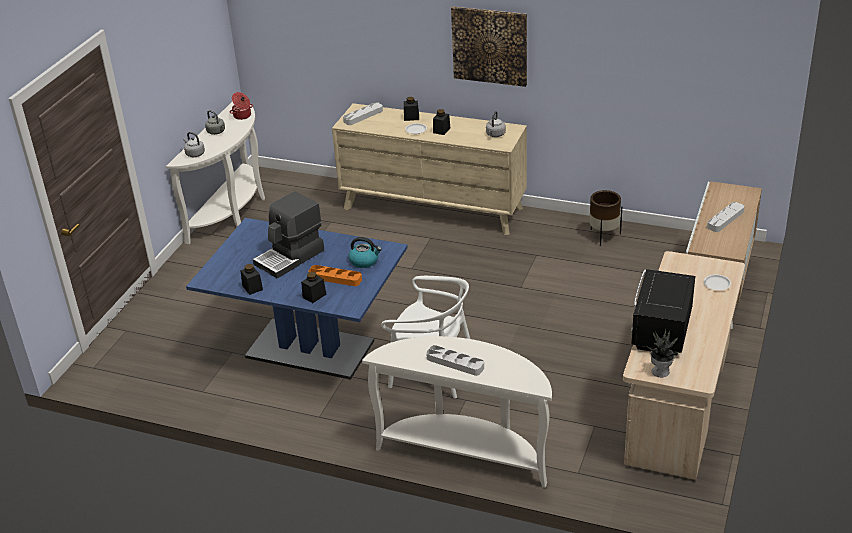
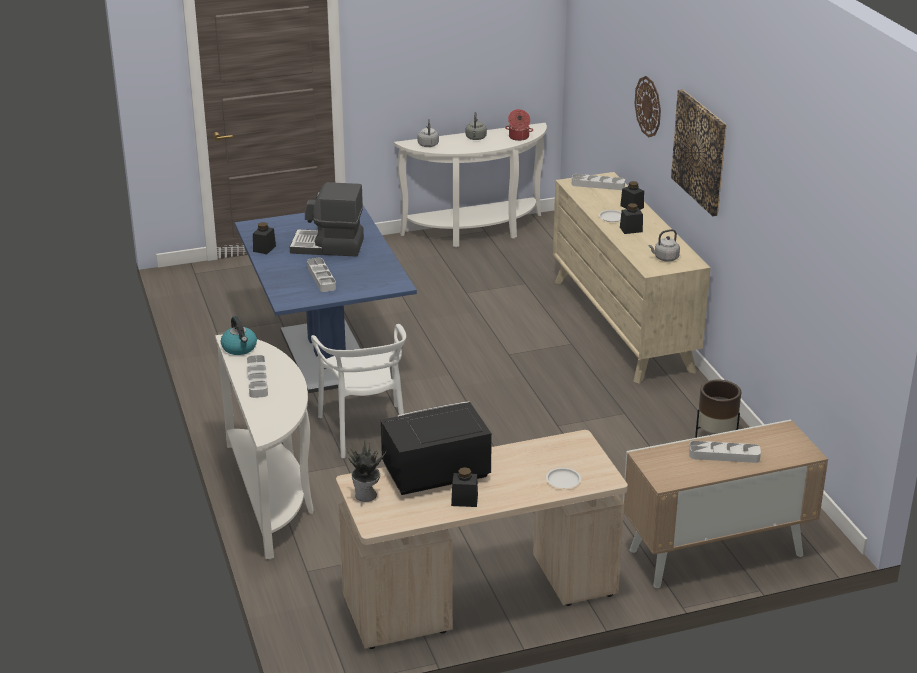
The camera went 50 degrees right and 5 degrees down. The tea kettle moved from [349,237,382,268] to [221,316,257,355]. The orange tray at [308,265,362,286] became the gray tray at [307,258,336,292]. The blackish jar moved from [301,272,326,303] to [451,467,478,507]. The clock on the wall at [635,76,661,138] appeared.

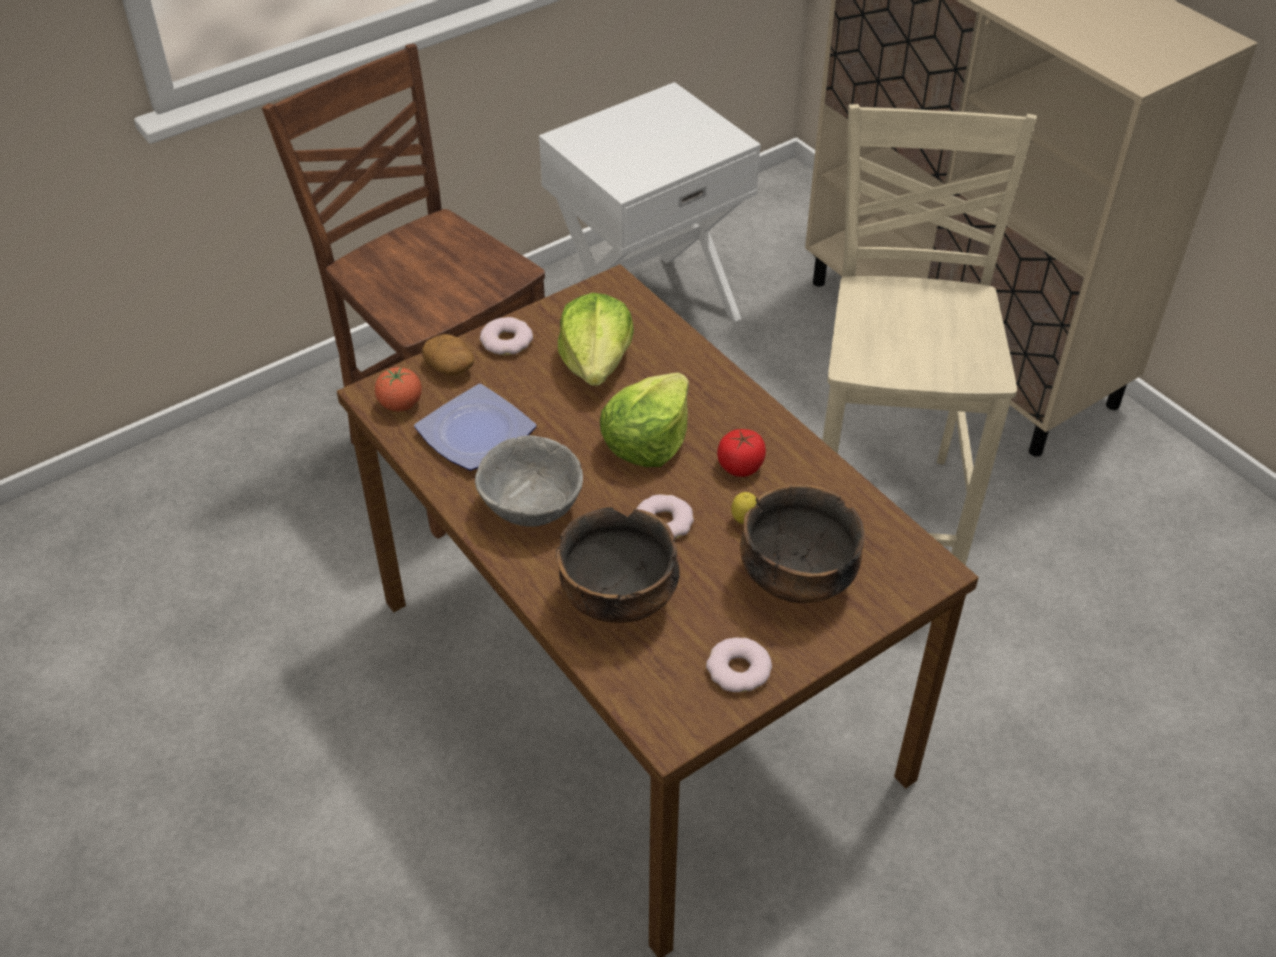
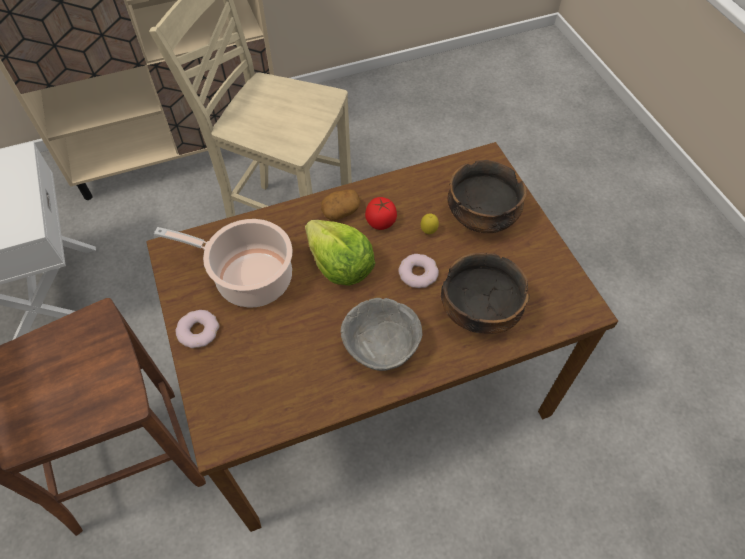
The camera went 75 degrees left and 10 degrees up. The lettuce head at [558,293,634,386] was replaced by the saucepot at [154,219,292,308]. The spud moved from [422,334,474,376] to [321,189,360,221]. The fresh tomato at [375,367,422,412] disappeared. The dinner plate at [414,384,536,470] disappeared. The ring doughnut at [706,638,772,692] disappeared.

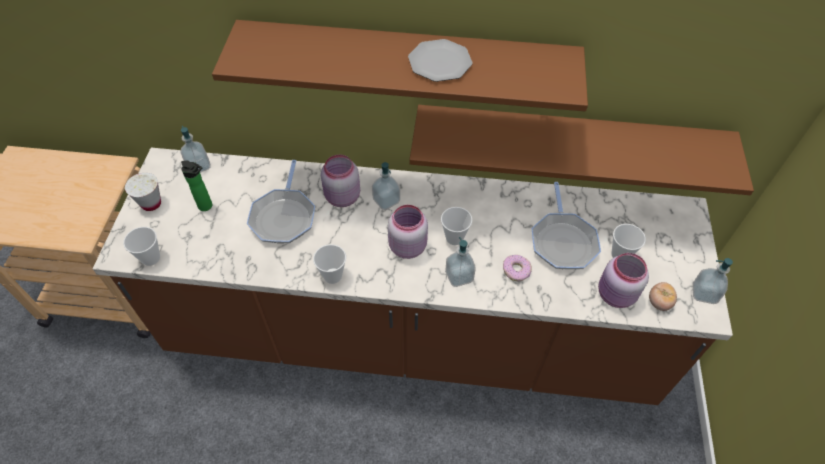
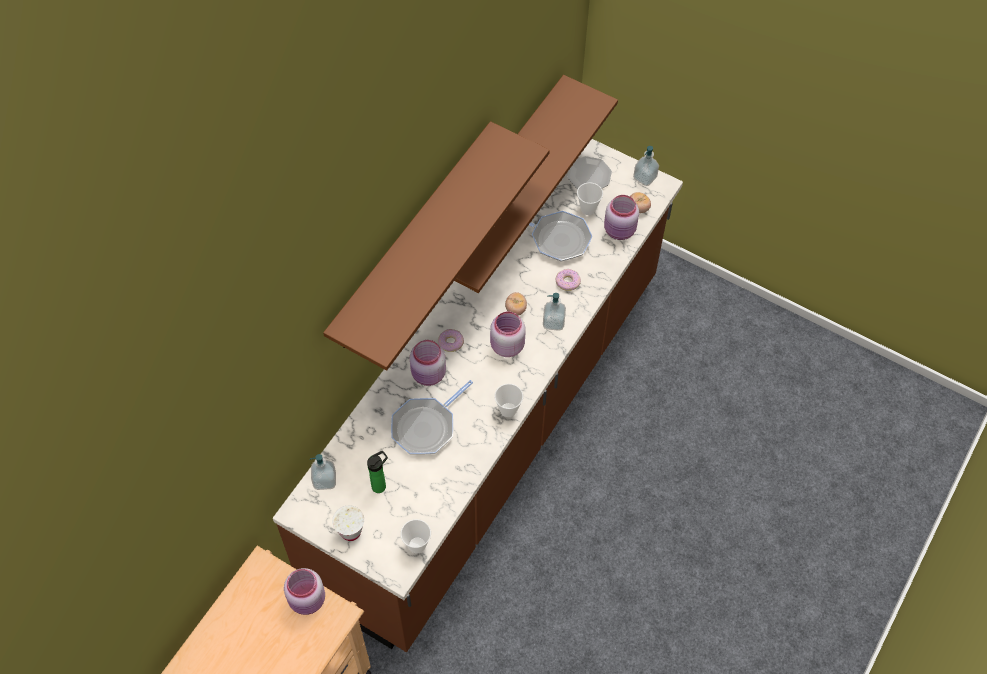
The camera went 65 degrees left and 5 degrees up. The dinner plate moved from [408,39,473,82] to [567,156,612,189]. The skillet at [247,160,315,243] turned 105 degrees clockwise. The soap bottle at [372,162,400,210] was replaced by the ring doughnut at [438,329,464,352]. The cup at [441,207,472,245] was replaced by the fresh tomato at [505,292,527,316]. The pink-coloured jar at [284,568,325,615] appeared.

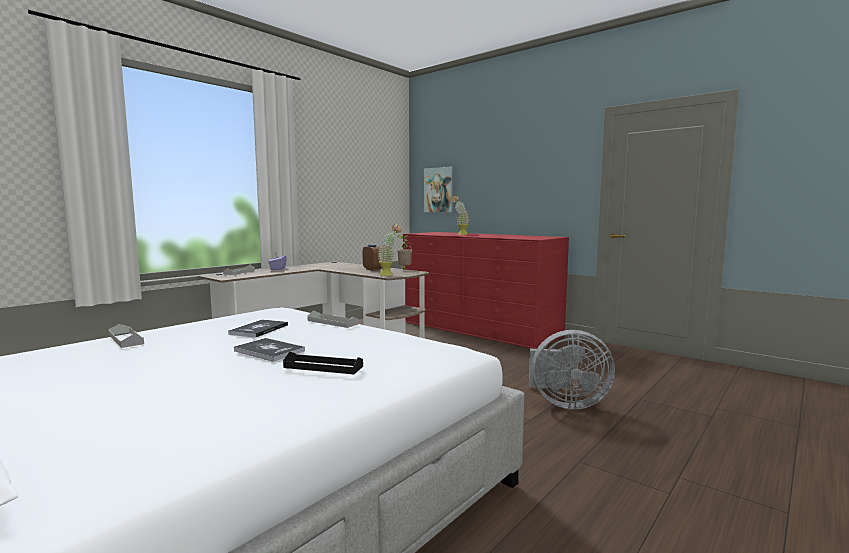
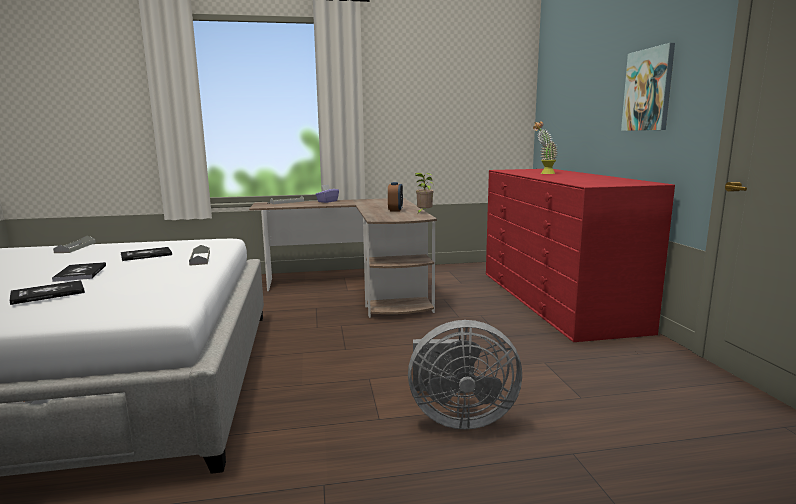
The camera went 40 degrees right and 5 degrees up. The picture moved from [424,167,453,212] to [621,43,675,131]. The plant in a pot at [378,224,401,276] disappeared. The gray electric fan at [529,330,615,409] turned 45 degrees counterclockwise. The blackish tray at [283,352,363,374] was replaced by the volume at [10,280,85,305].

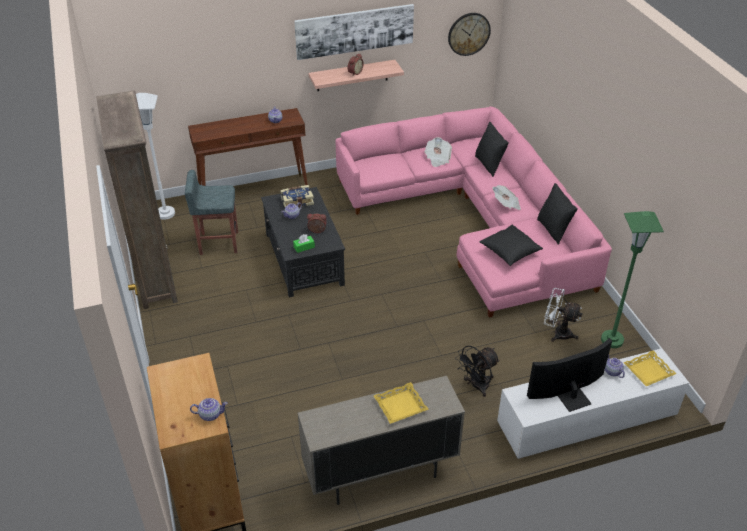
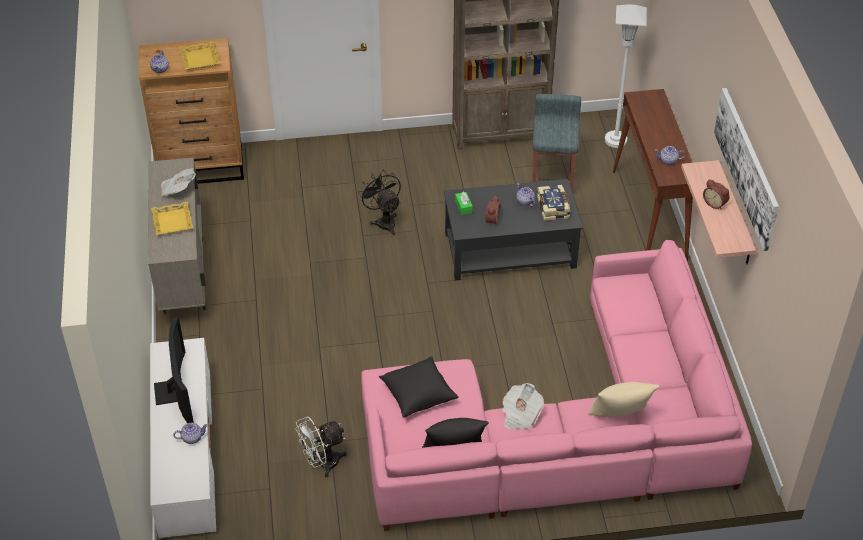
The camera went 100 degrees right and 5 degrees up. The clock on the wall at [448,13,491,56] disappeared. The blackish pillow at [475,122,509,177] became the beige-coloured pillow at [588,382,659,417]. The newspaper moved from [425,137,452,167] to [161,168,195,196]. The green-coloured standard lamp at [601,211,664,348] disappeared. The white electric fan at [544,288,583,342] turned 150 degrees counterclockwise. The blackish electric fan moved from [455,346,500,397] to [358,171,401,235]. The yellow tray moved from [623,350,677,386] to [179,41,220,70].

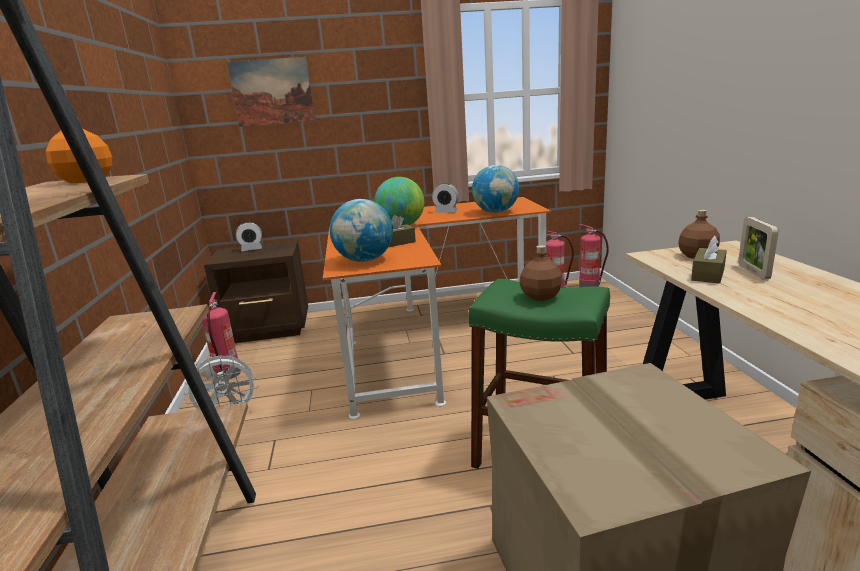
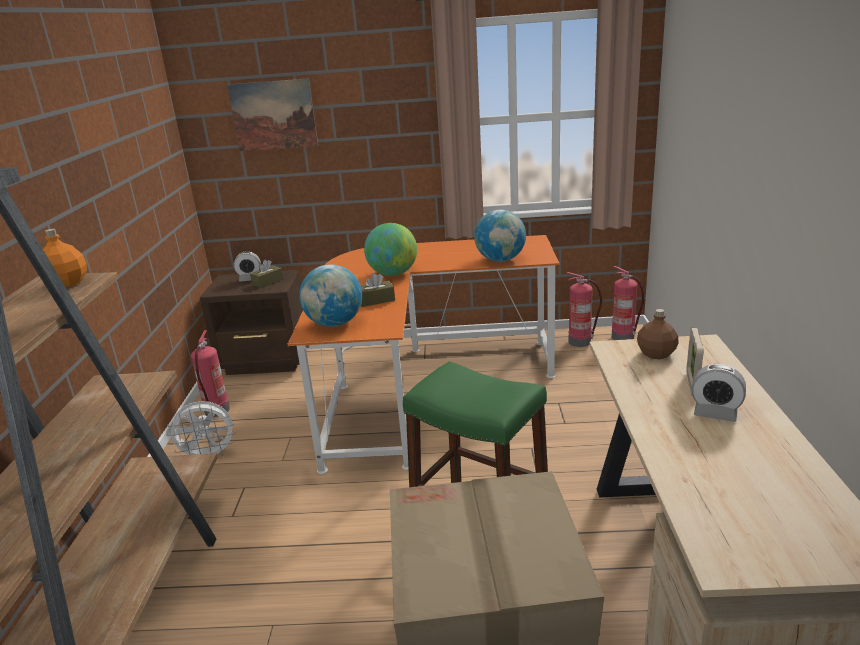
The camera went 10 degrees right and 5 degrees up. The alarm clock moved from [432,183,459,213] to [692,364,746,422]. The brown tissue holder moved from [691,236,727,284] to [250,260,283,288]. The brown drink bottle at [520,245,562,301] disappeared.

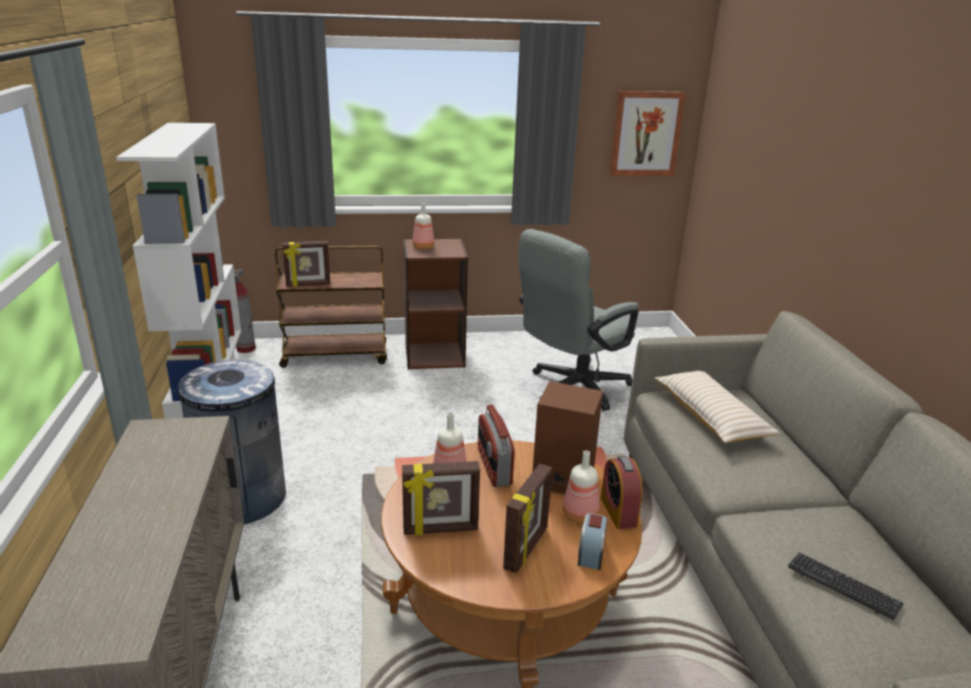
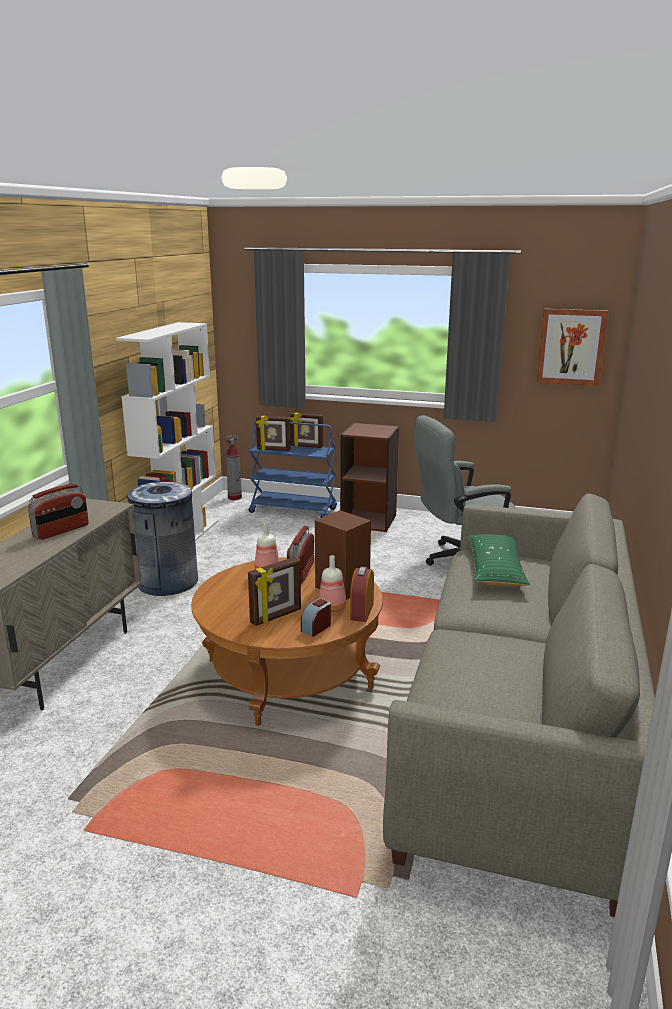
The camera went 25 degrees right and 5 degrees down. The drink bottle at [412,203,434,250] disappeared. The brown trolley at [275,246,387,368] became the blue trolley at [249,420,337,518]. The beige-coloured pillow at [655,371,780,443] became the green-coloured pillow at [467,534,530,587]. The photo frame moved from [402,461,480,535] to [290,412,323,448]. The computer keyboard at [788,553,904,620] disappeared. The radio at [28,484,89,540] appeared.

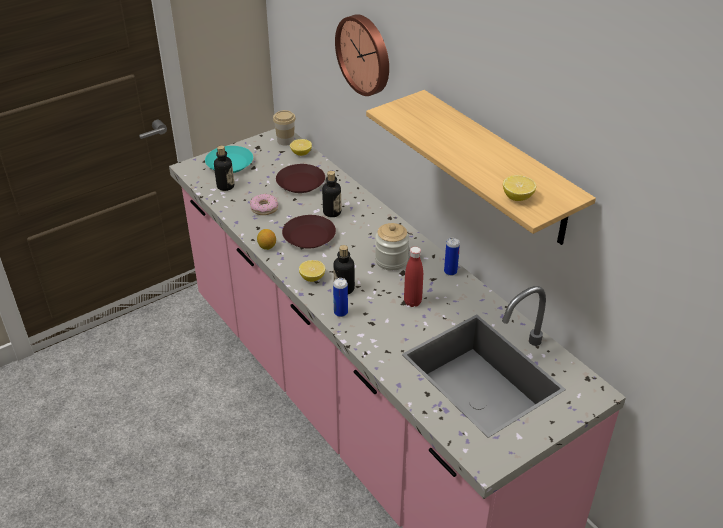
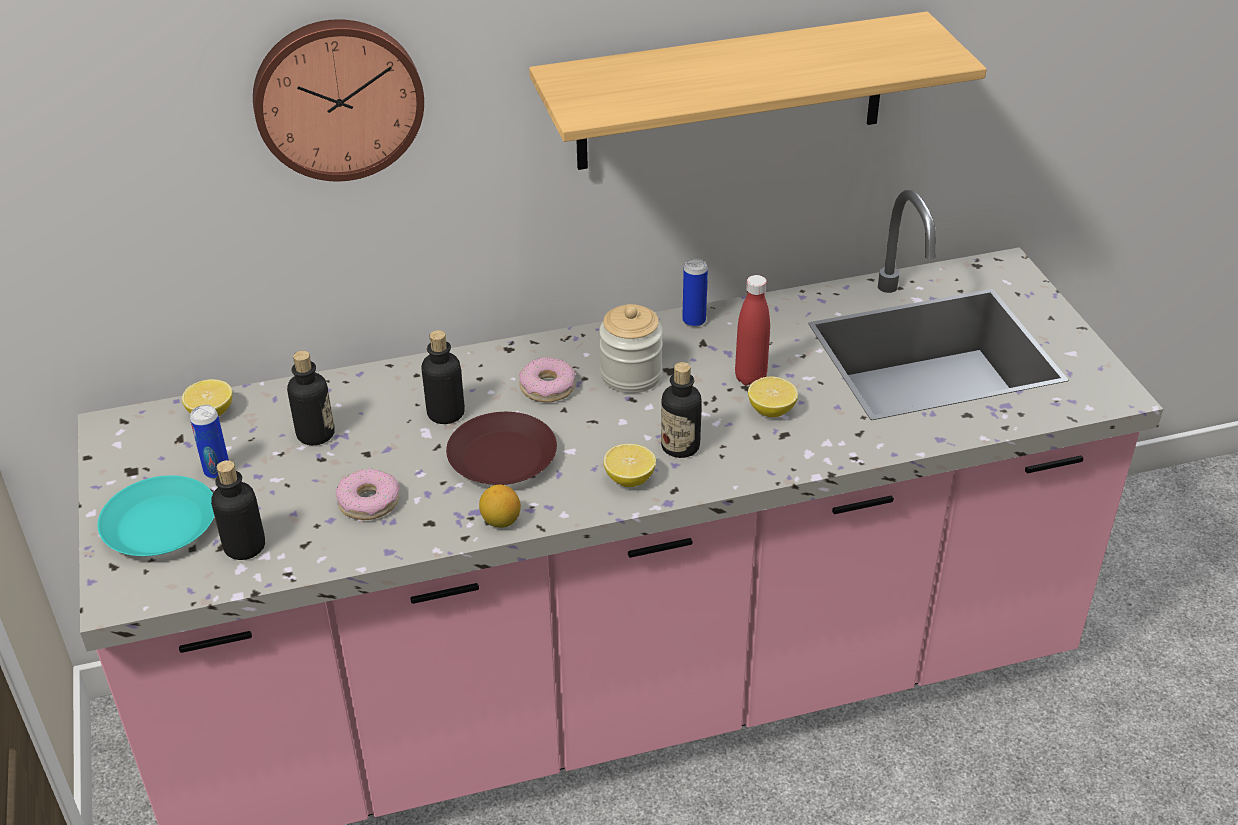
The camera went 70 degrees left and 0 degrees up. The cup at [273,110,296,146] disappeared. The brown dinner plate at [276,164,325,193] was replaced by the drink bottle at [287,351,335,445]. The whole lemon moved from [503,175,536,201] to [748,377,798,417]. The metal can moved from [333,278,348,317] to [190,405,229,479]. The ring doughnut at [519,357,575,403] appeared.

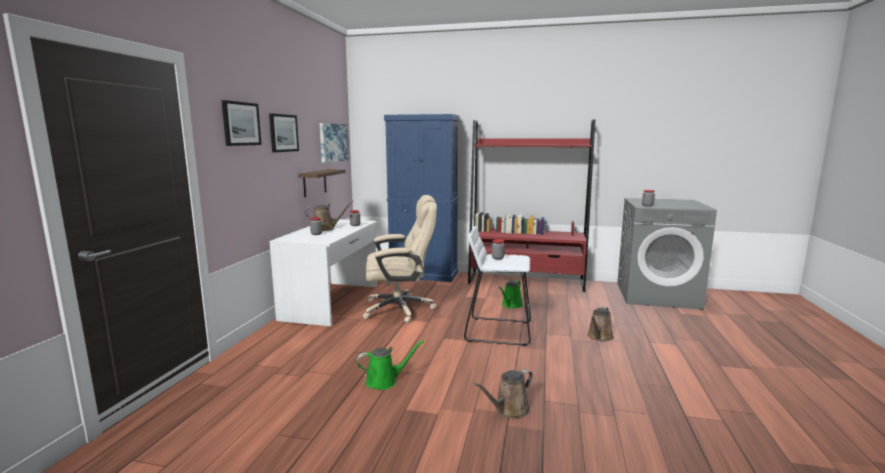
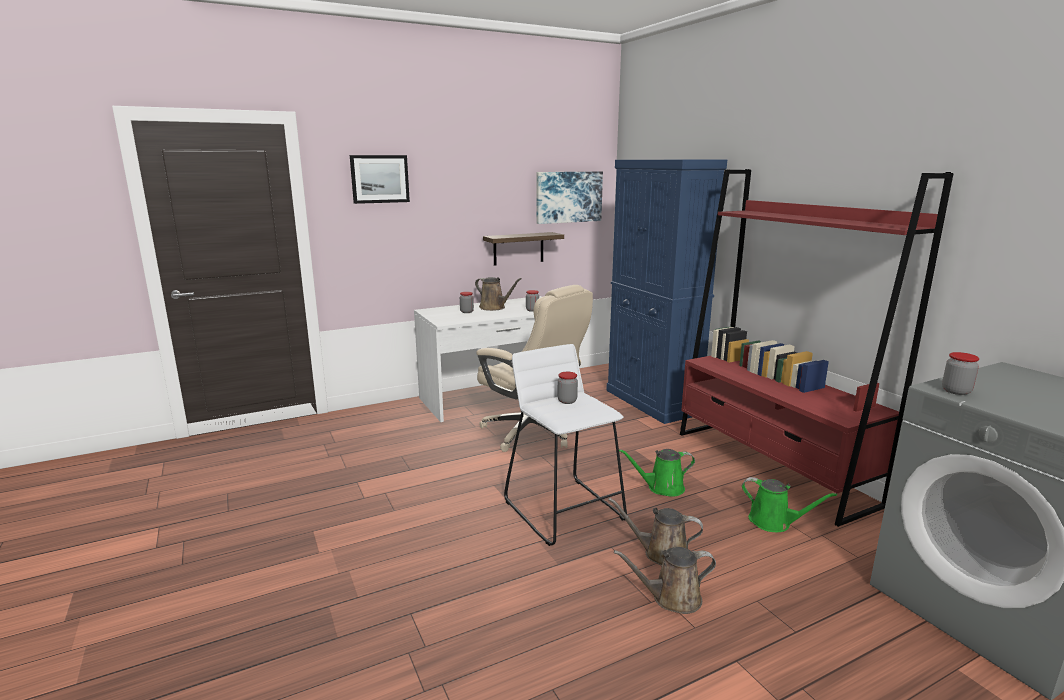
The camera went 50 degrees right and 5 degrees up. The picture at [269,114,299,152] disappeared. The green-coloured sprinkling can moved from [357,340,424,390] to [742,477,837,532]. The brown sprinkling can moved from [474,369,533,418] to [608,498,703,566].

